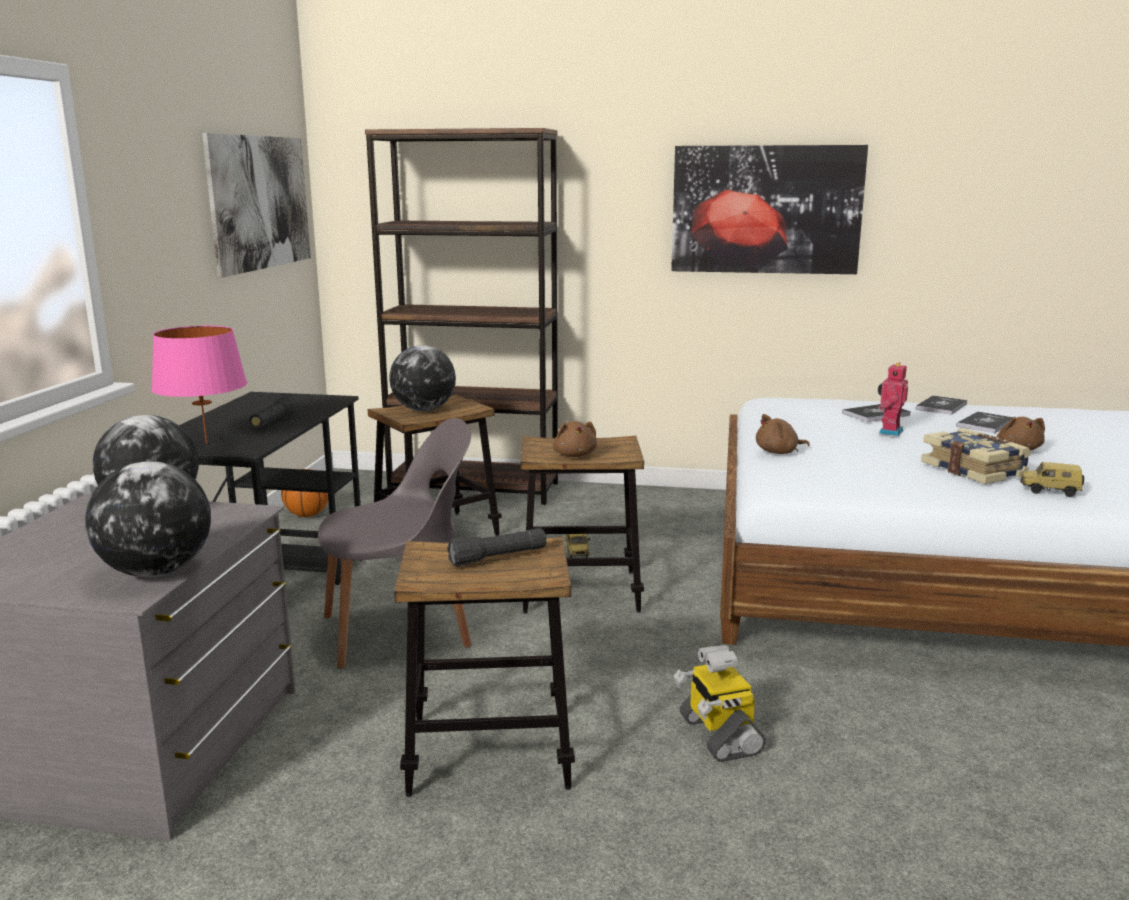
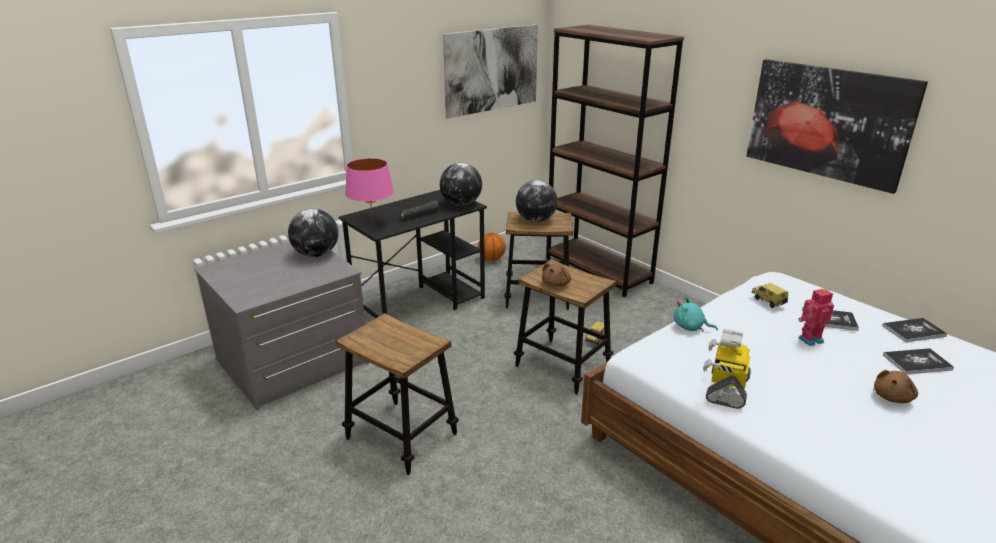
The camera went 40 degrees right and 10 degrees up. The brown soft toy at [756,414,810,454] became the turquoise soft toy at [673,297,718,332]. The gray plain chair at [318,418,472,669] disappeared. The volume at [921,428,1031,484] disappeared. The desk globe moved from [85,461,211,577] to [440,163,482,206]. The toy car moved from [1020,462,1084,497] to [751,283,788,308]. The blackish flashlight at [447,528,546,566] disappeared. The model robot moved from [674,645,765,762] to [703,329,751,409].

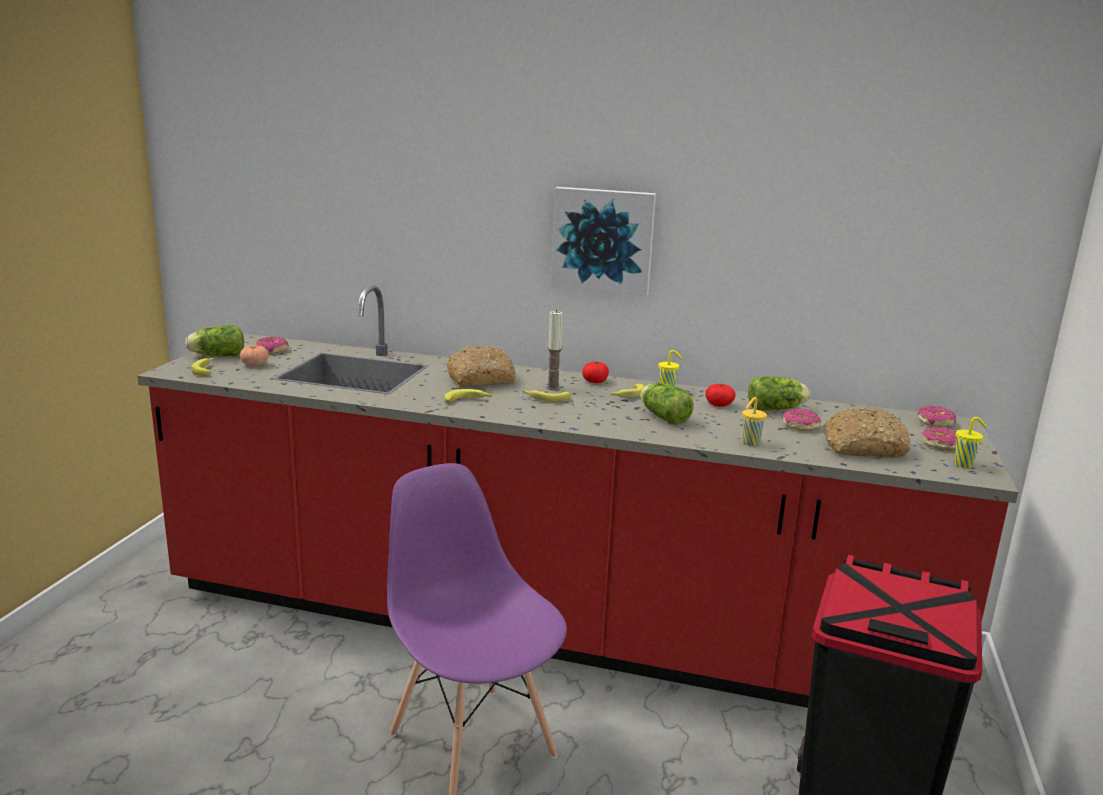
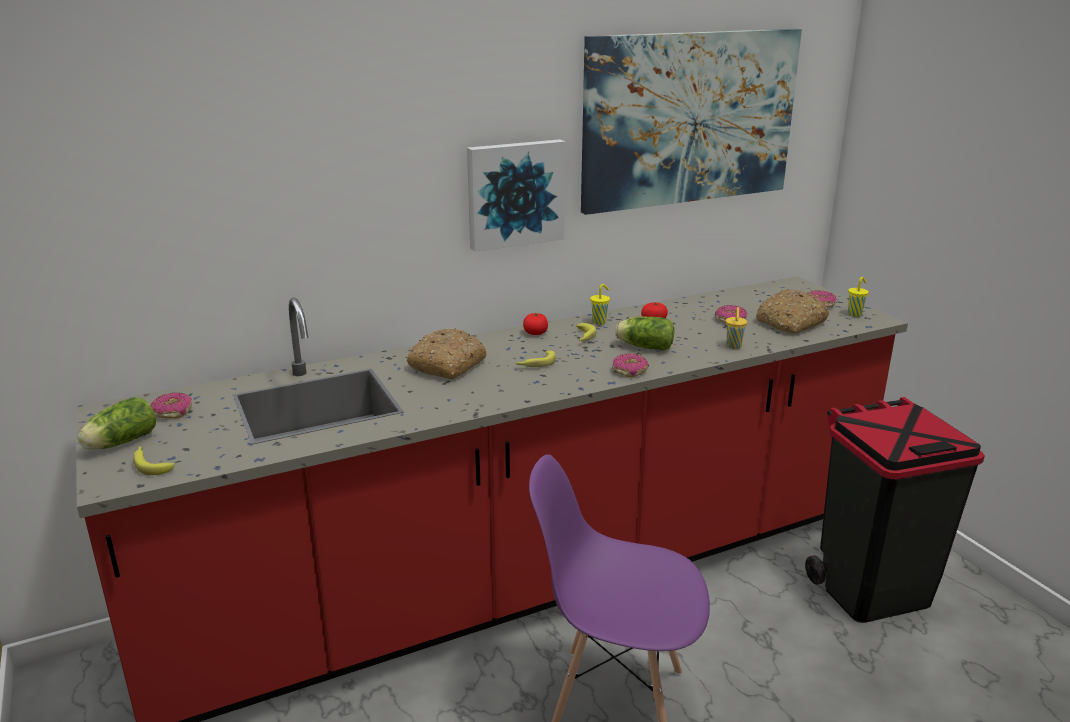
The camera went 40 degrees left and 5 degrees up. The wax candle at [547,310,563,390] disappeared. The fresh tomato at [240,345,269,366] disappeared. The lettuce head at [748,377,810,410] disappeared. The banana at [444,389,493,403] disappeared. The ring doughnut moved from [918,406,956,427] to [613,354,649,377]. The picture at [581,29,802,215] appeared.

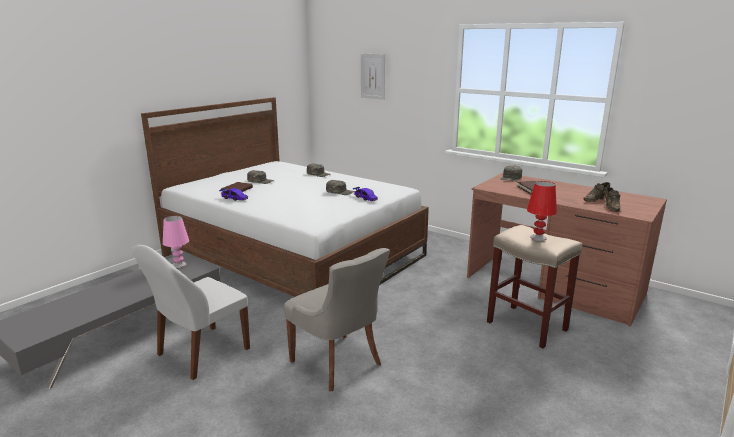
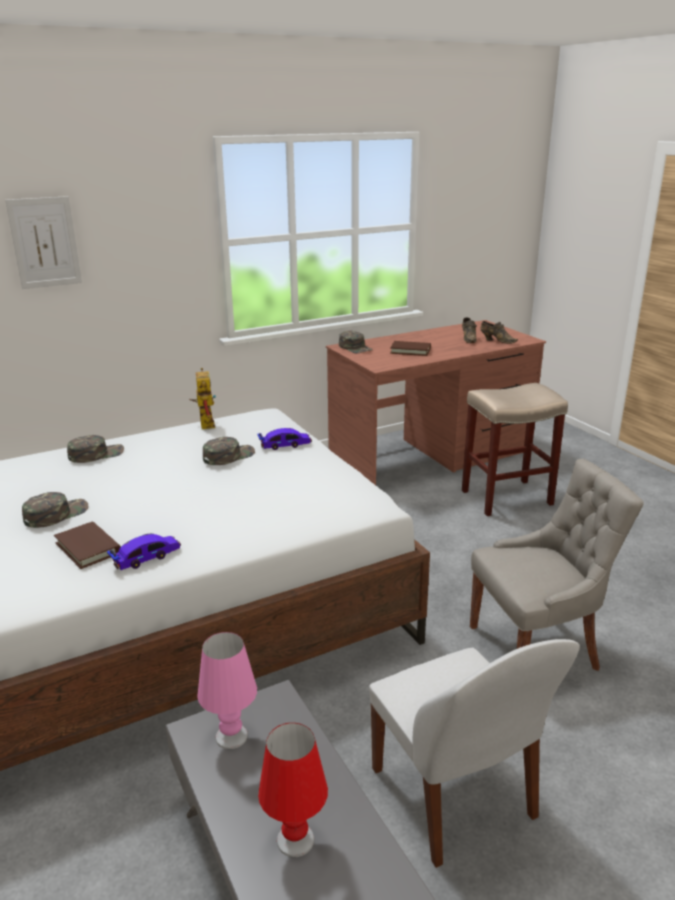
The camera went 65 degrees left and 5 degrees up. The red table lamp moved from [527,181,557,241] to [258,723,328,857]. The model robot at [189,368,216,429] appeared.

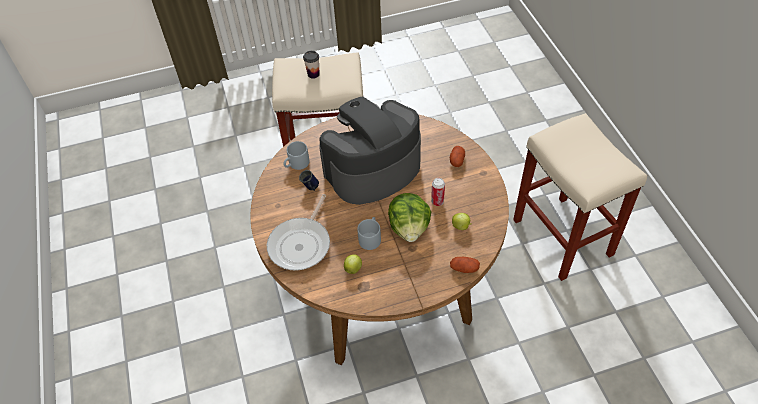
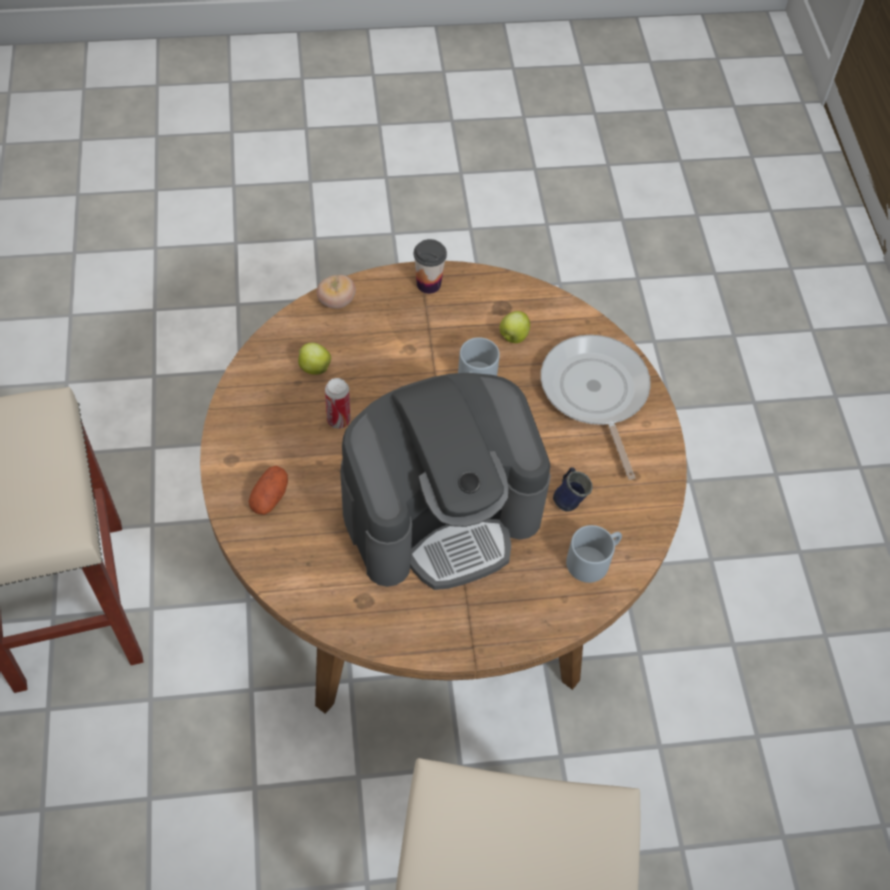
The camera went 175 degrees left and 5 degrees up. The cup moved from [303,51,320,79] to [414,239,447,294]. The lettuce head at [388,193,431,242] disappeared. The skillet at [267,194,330,270] turned 45 degrees counterclockwise. The spud at [450,257,480,273] was replaced by the fresh tomato at [317,275,356,309].

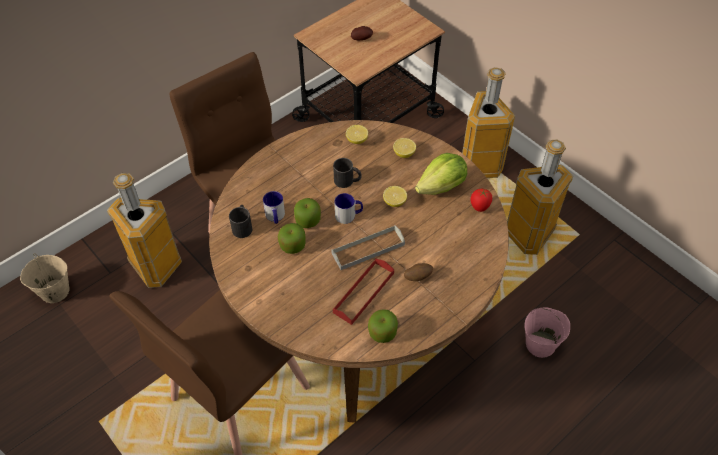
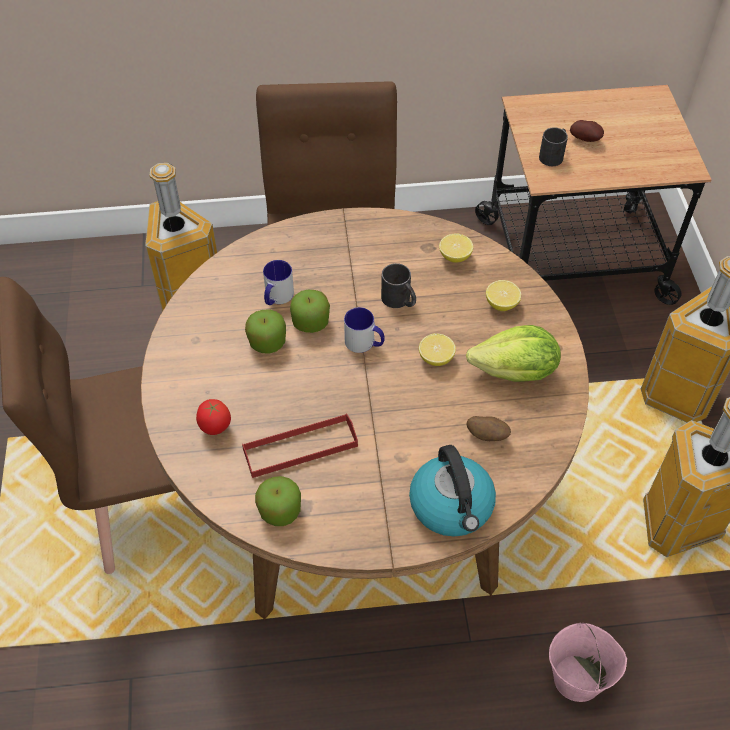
The camera went 35 degrees right and 0 degrees up. The fresh tomato moved from [471,189,492,212] to [196,399,231,435]. The blackish coffee mug moved from [229,205,252,238] to [539,127,568,166]. The gray tray at [331,225,405,270] disappeared. The beige-coloured water bucket at [20,253,70,303] disappeared. The spud moved from [404,263,433,281] to [466,416,511,441]. The tea kettle at [409,445,496,537] appeared.

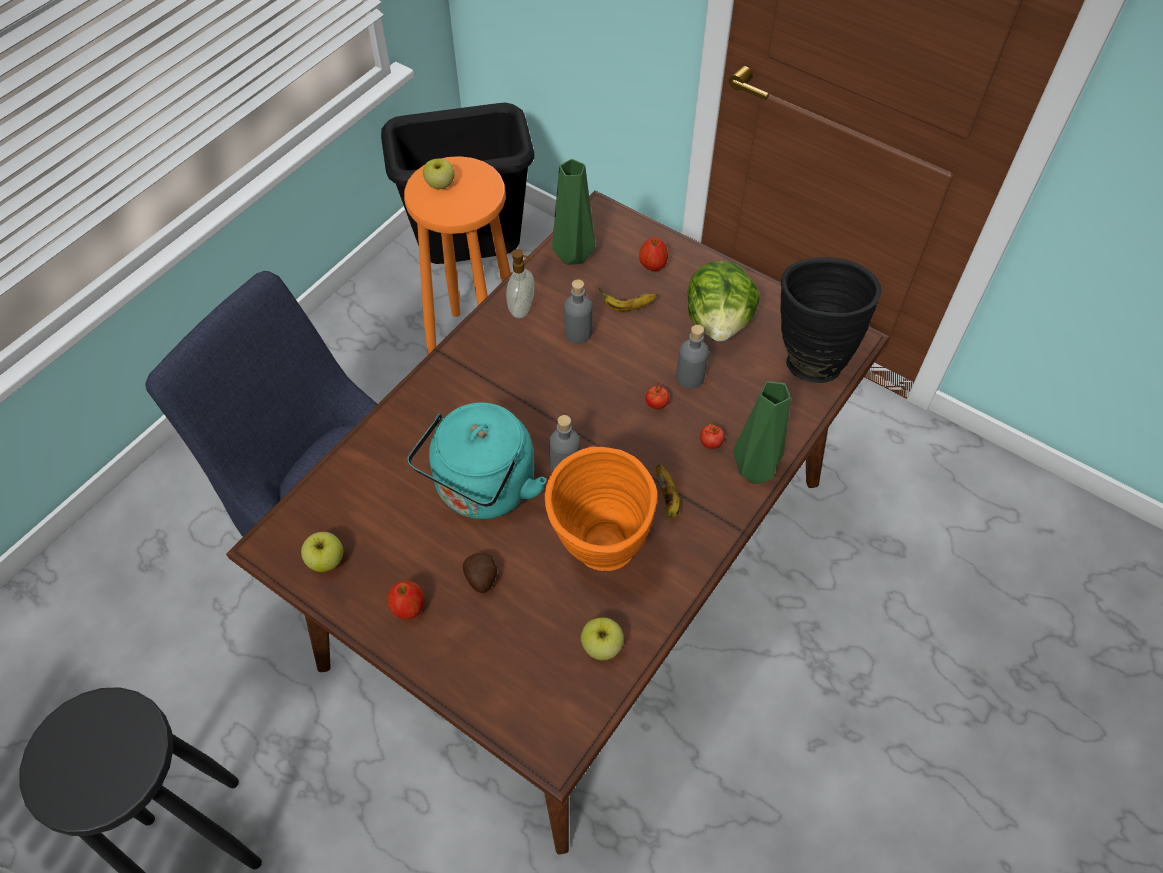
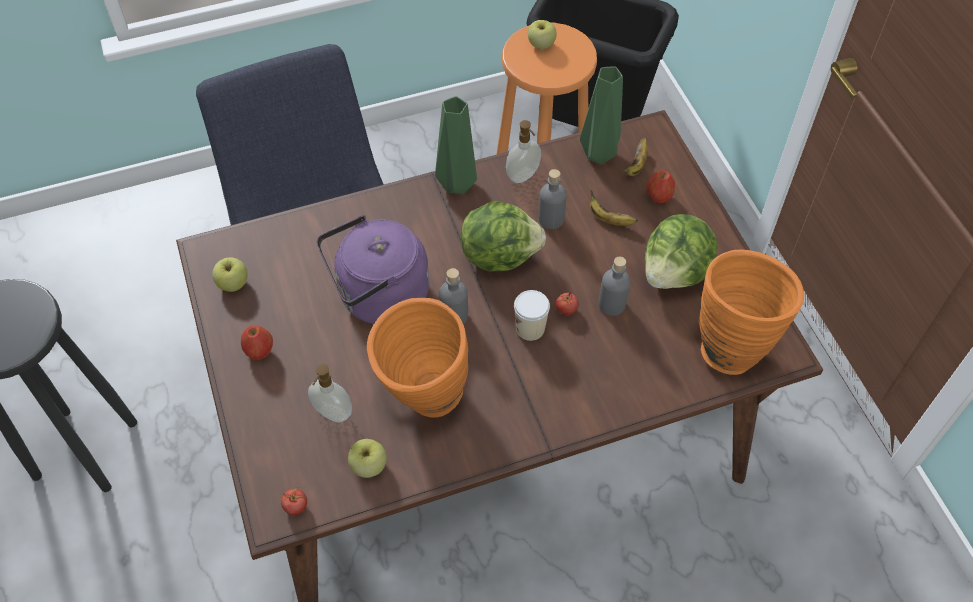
The camera went 35 degrees right and 0 degrees up. The blackish decorative vase at [780,257,882,383] became the orange decorative vase at [700,250,804,375]. The green-coloured decorative vase moved from [734,382,791,484] to [435,96,477,194]. The turquoise tea kettle at [407,403,547,519] became the purple-coloured tea kettle at [317,215,429,324]. The fresh tomato moved from [700,423,725,449] to [281,487,307,515]. The banana moved from [656,464,680,519] to [620,138,648,176]. The spud at [463,553,497,593] disappeared. The lettuce head at [461,201,546,271] appeared. The cup at [514,290,550,341] appeared. The soap bottle at [308,364,352,423] appeared.

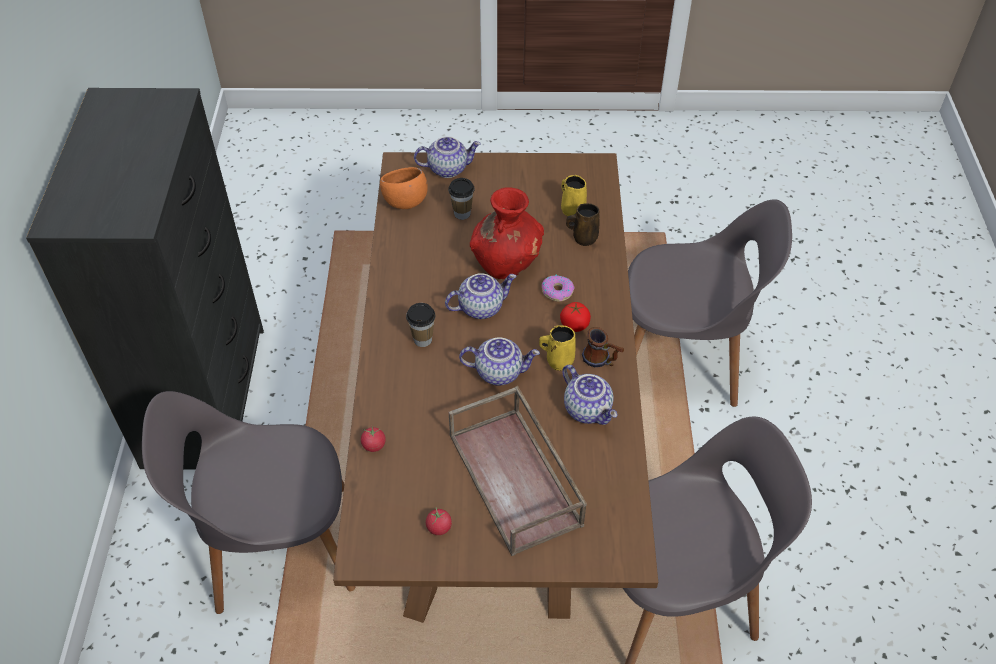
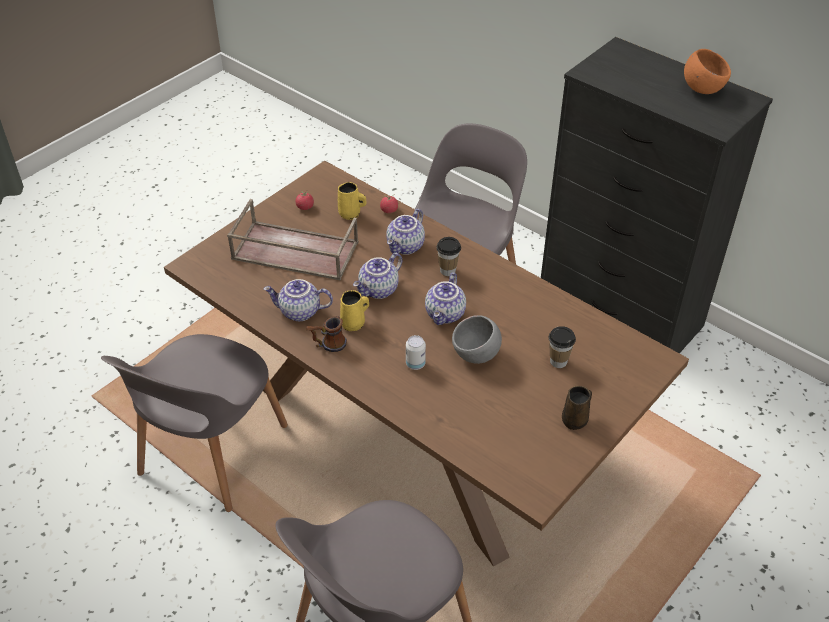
The camera went 130 degrees right and 5 degrees down. The tea pot moved from [414,136,481,178] to [386,209,425,255]. The orange serving bowl moved from [380,167,428,209] to [684,49,731,94]. The yellow coffee mug moved from [561,175,587,216] to [338,182,366,220]. The red decorative vase at [470,187,544,279] was replaced by the gray serving bowl at [452,315,502,364]. The brown coffee mug moved from [566,203,599,246] to [562,386,592,430]. The ring doughnut at [542,275,575,302] was replaced by the metal can at [406,335,426,370]. The fresh tomato at [560,302,591,332] disappeared.

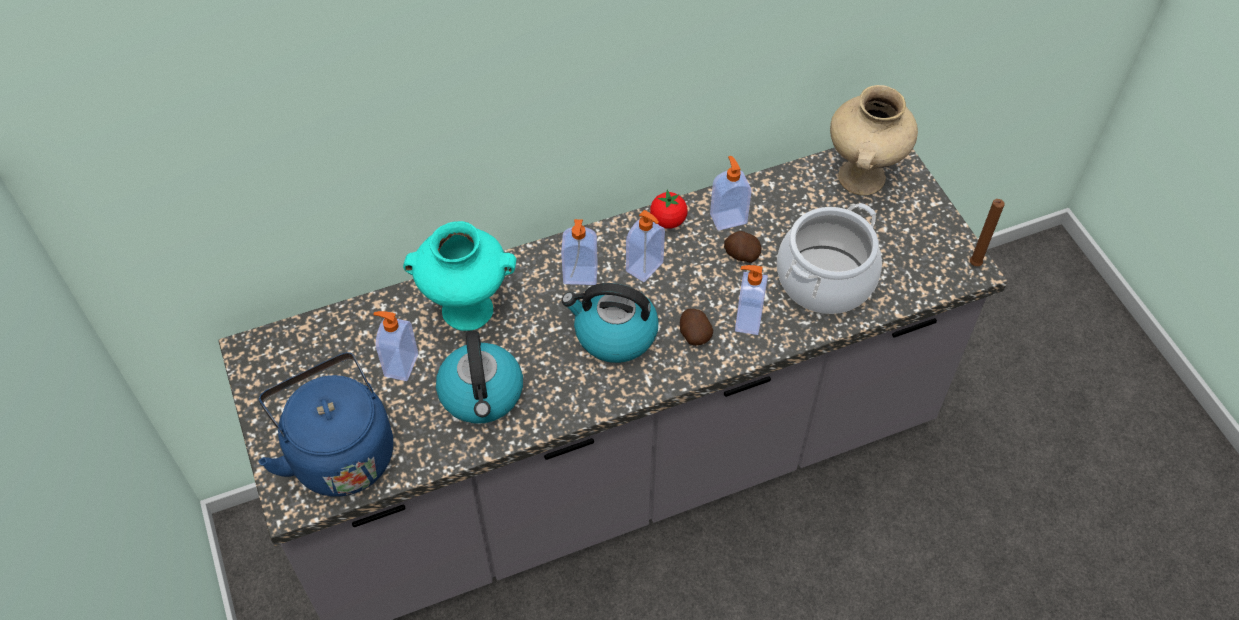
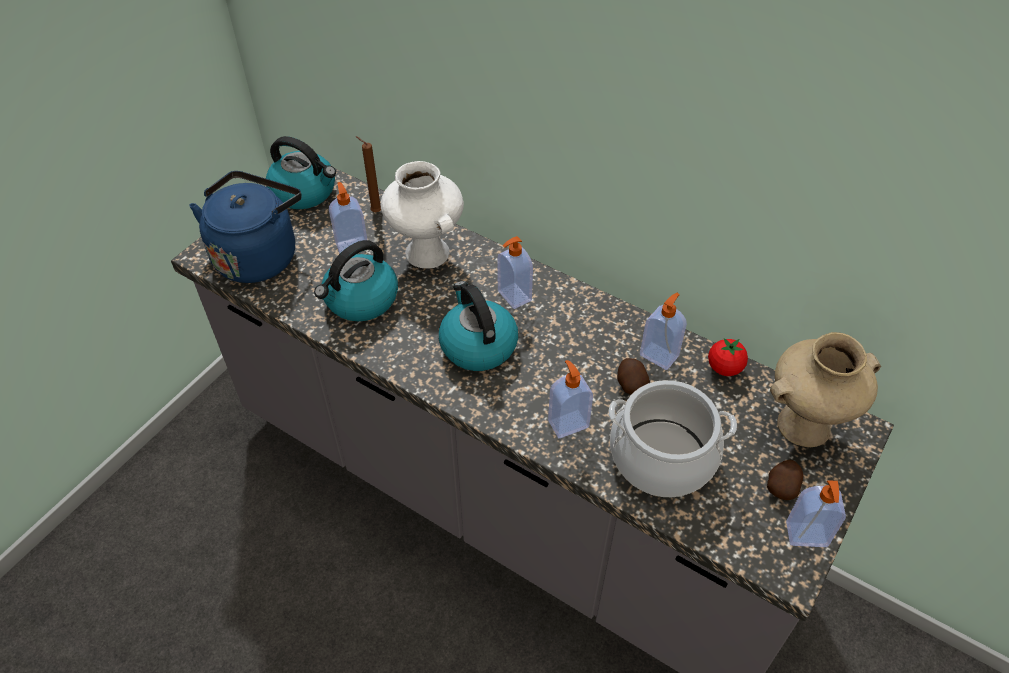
The camera went 55 degrees right and 5 degrees down. The fresh tomato moved from [650,190,688,229] to [708,338,748,376]. The brown wax candle moved from [970,199,1005,266] to [356,136,381,212]. The soap bottle moved from [626,210,665,282] to [786,480,846,547]. The turquoise decorative vase at [403,221,516,331] became the white decorative vase at [380,161,464,268]. The spud moved from [680,309,713,346] to [767,460,803,500]. The tea kettle at [266,136,336,209] appeared.

